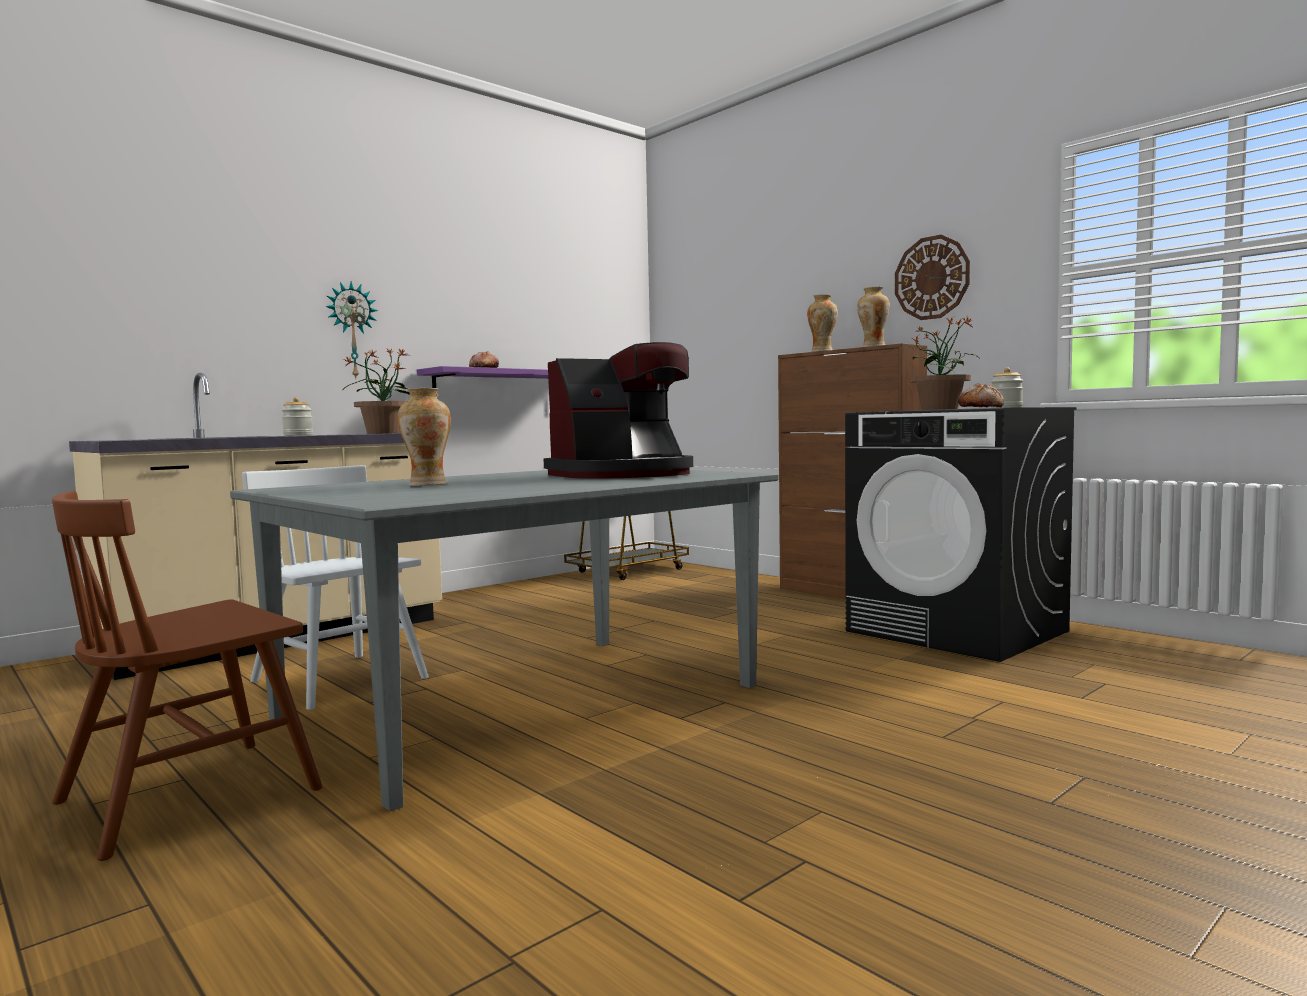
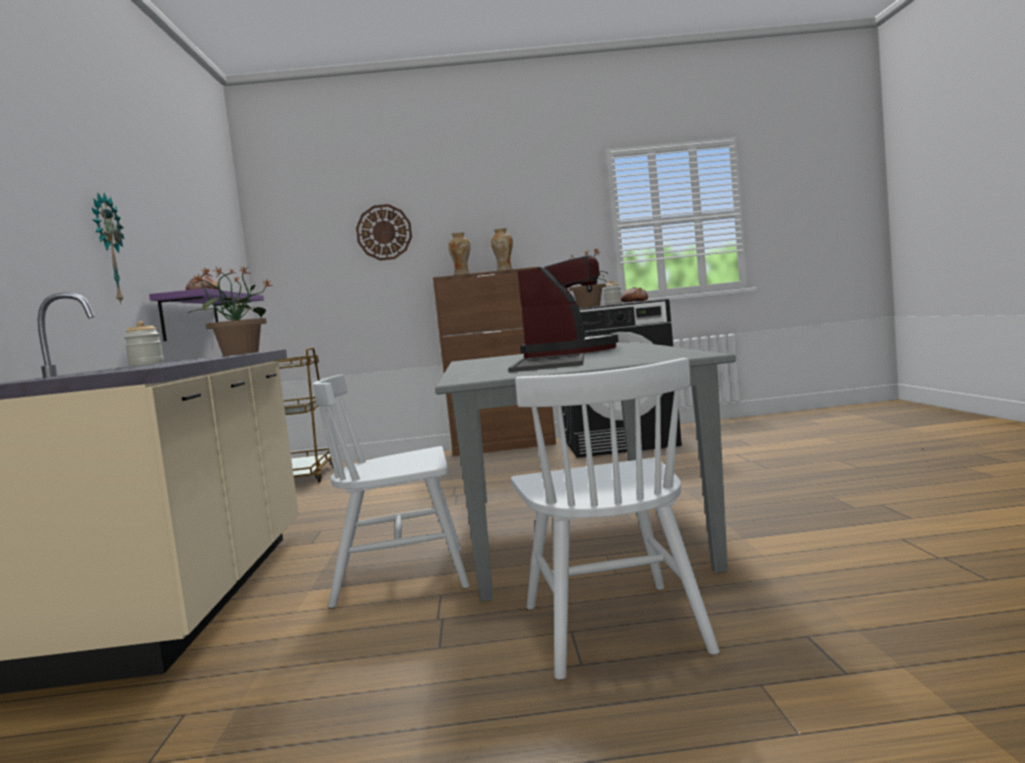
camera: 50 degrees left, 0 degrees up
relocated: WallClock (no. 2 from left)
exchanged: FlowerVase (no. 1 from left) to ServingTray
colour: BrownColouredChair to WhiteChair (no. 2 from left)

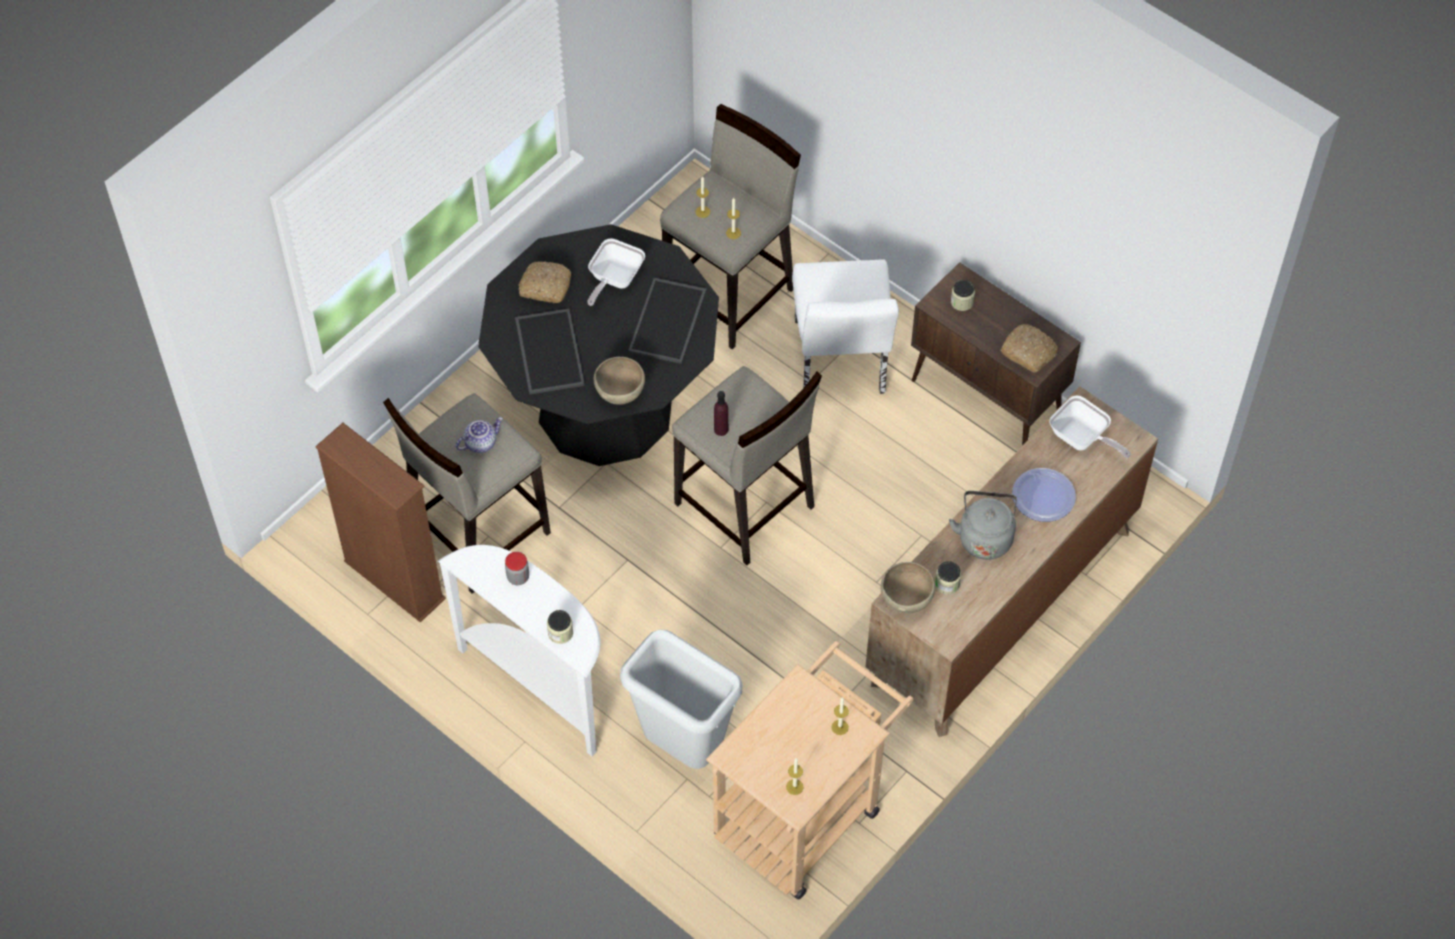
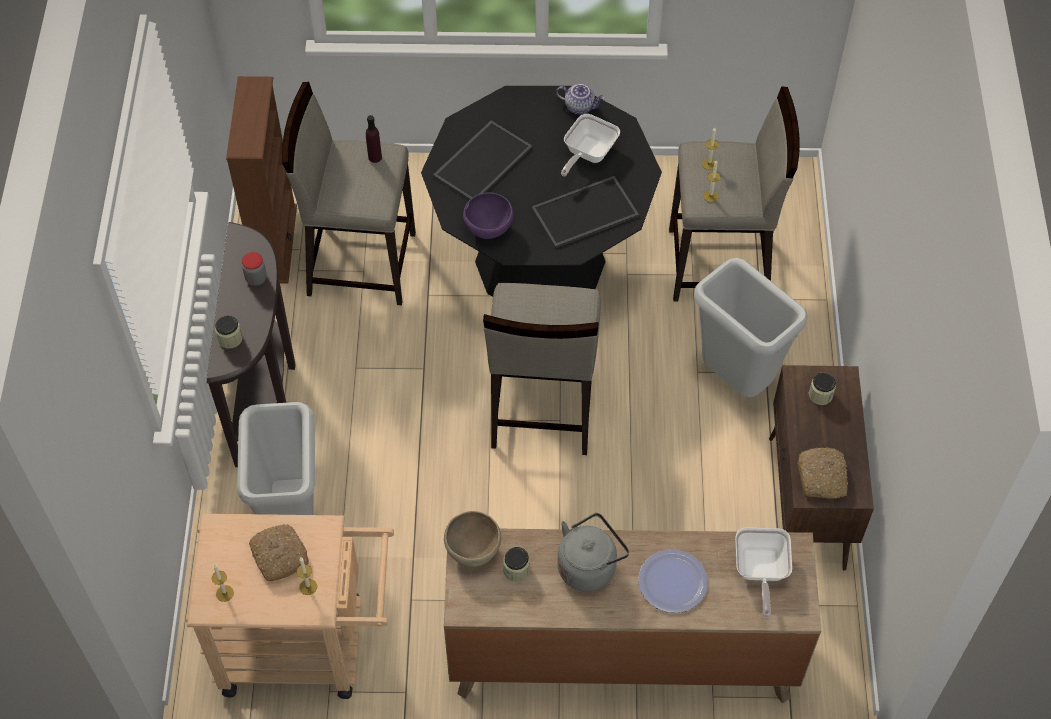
camera: 50 degrees right, 0 degrees up
relocated: Teapot; BakedBread (no. 1 from left); PurplishDrinkBottle
exchanged: WhiteChair to GreyishTrashCan (no. 2 from left)
colour: WhiteConsoleTable to BrownColouredConsoleTable; BrownColouredServingBowl (no. 1 from left) to PurplishServingBowl
spun: FryingPan (no. 1 from left) 45 degrees counterclockwise

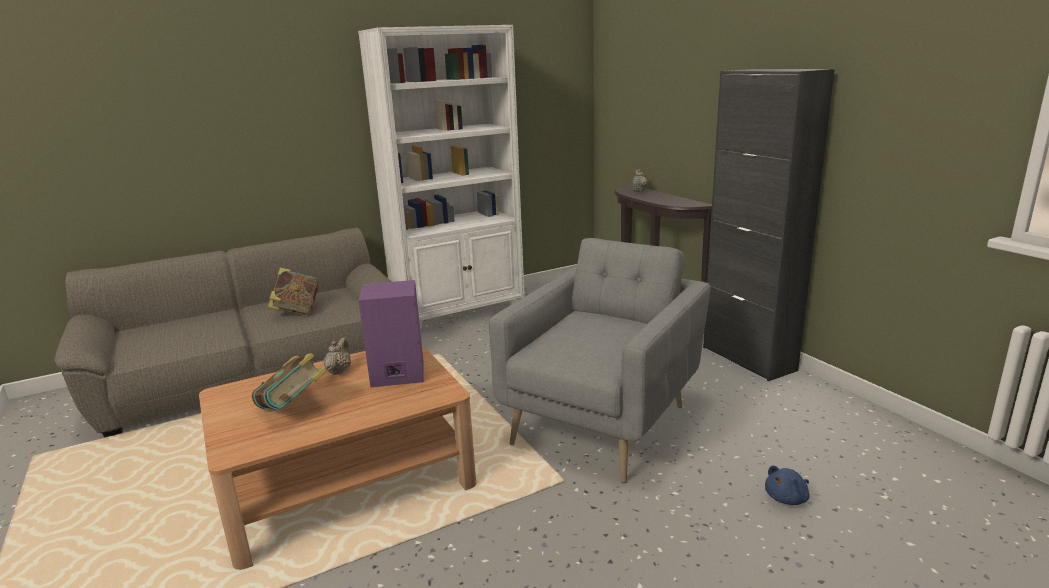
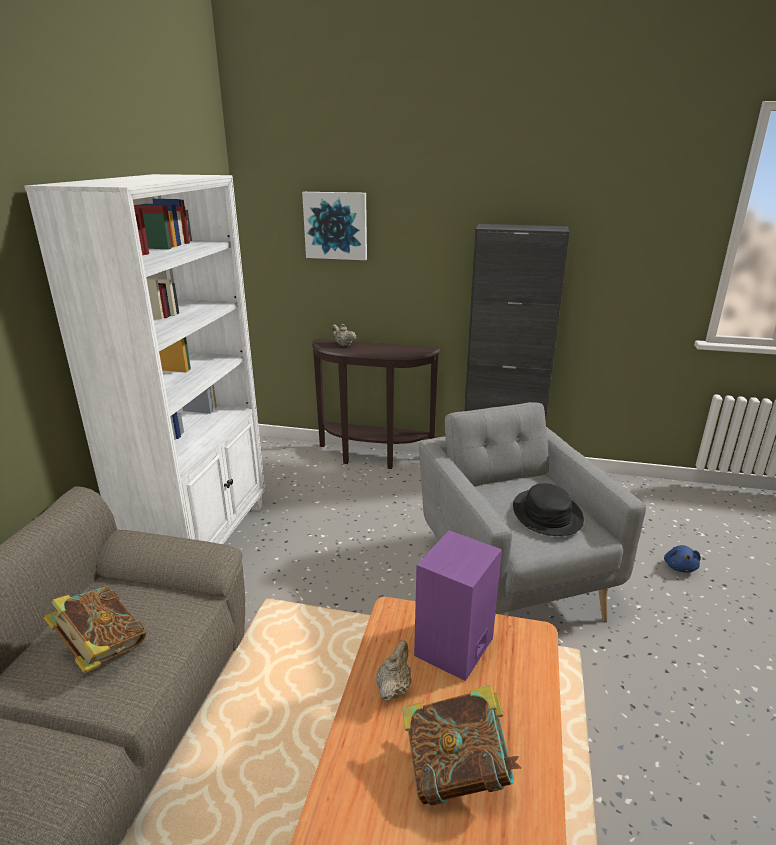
camera: 50 degrees left, 5 degrees up
appeared: Picture; BlackWearableHat
spun: SandColouredTeapot (no. 1 from left in the first image) 60 degrees clockwise

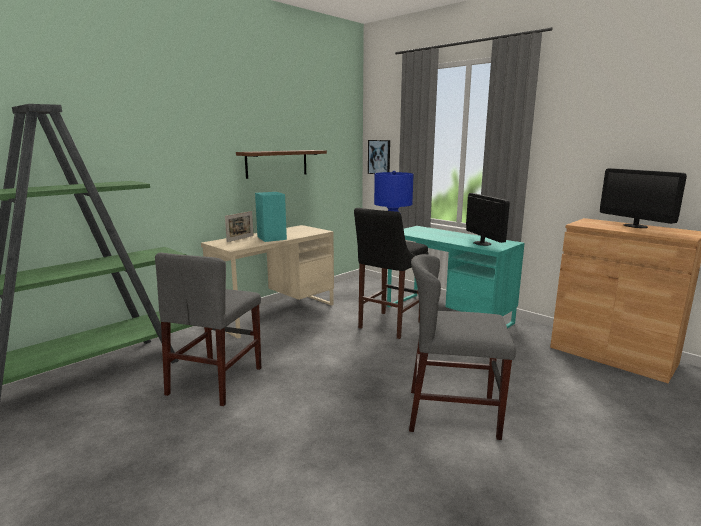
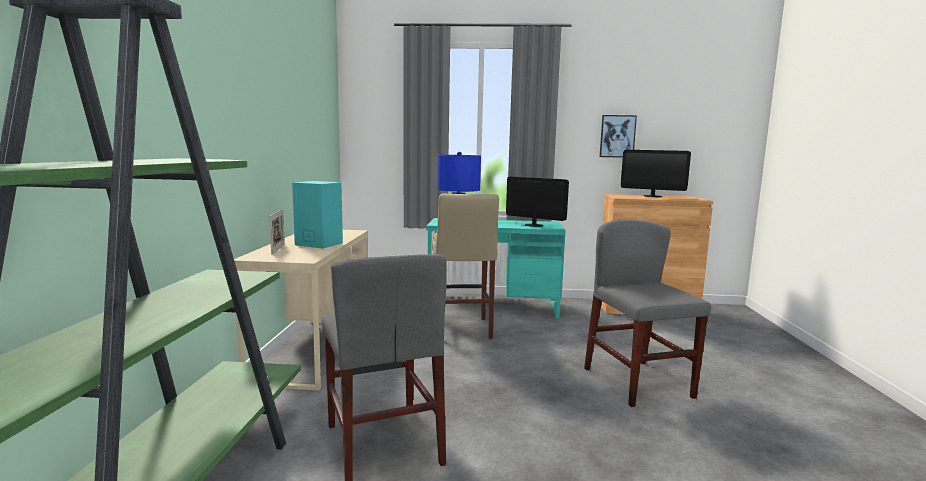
camera: 40 degrees left, 5 degrees down
missing: BrownColouredShelf
relocated: Picture
colour: BlackStoolSeat to SandColouredStoolSeat
spun: GreyishChair (no. 2 from left) 105 degrees clockwise

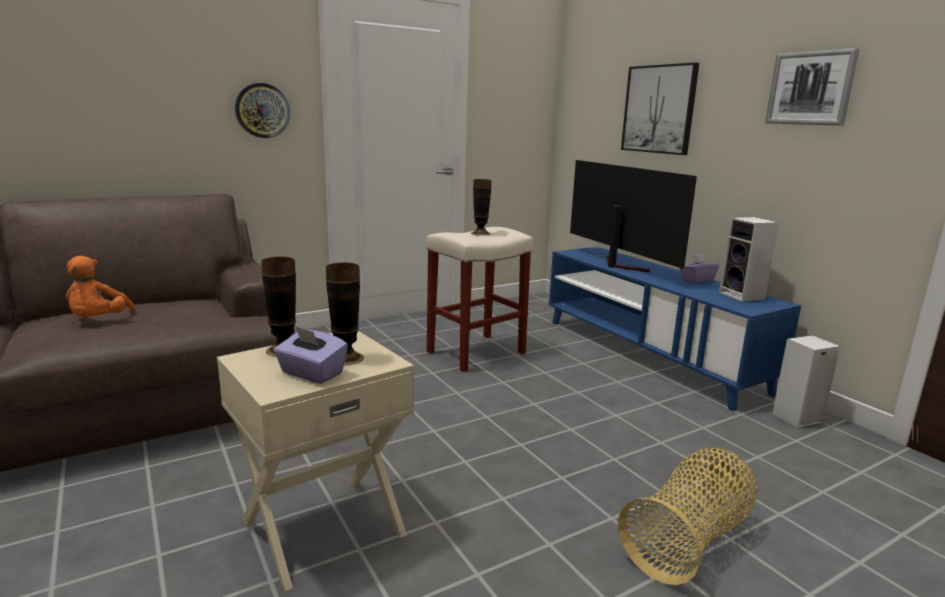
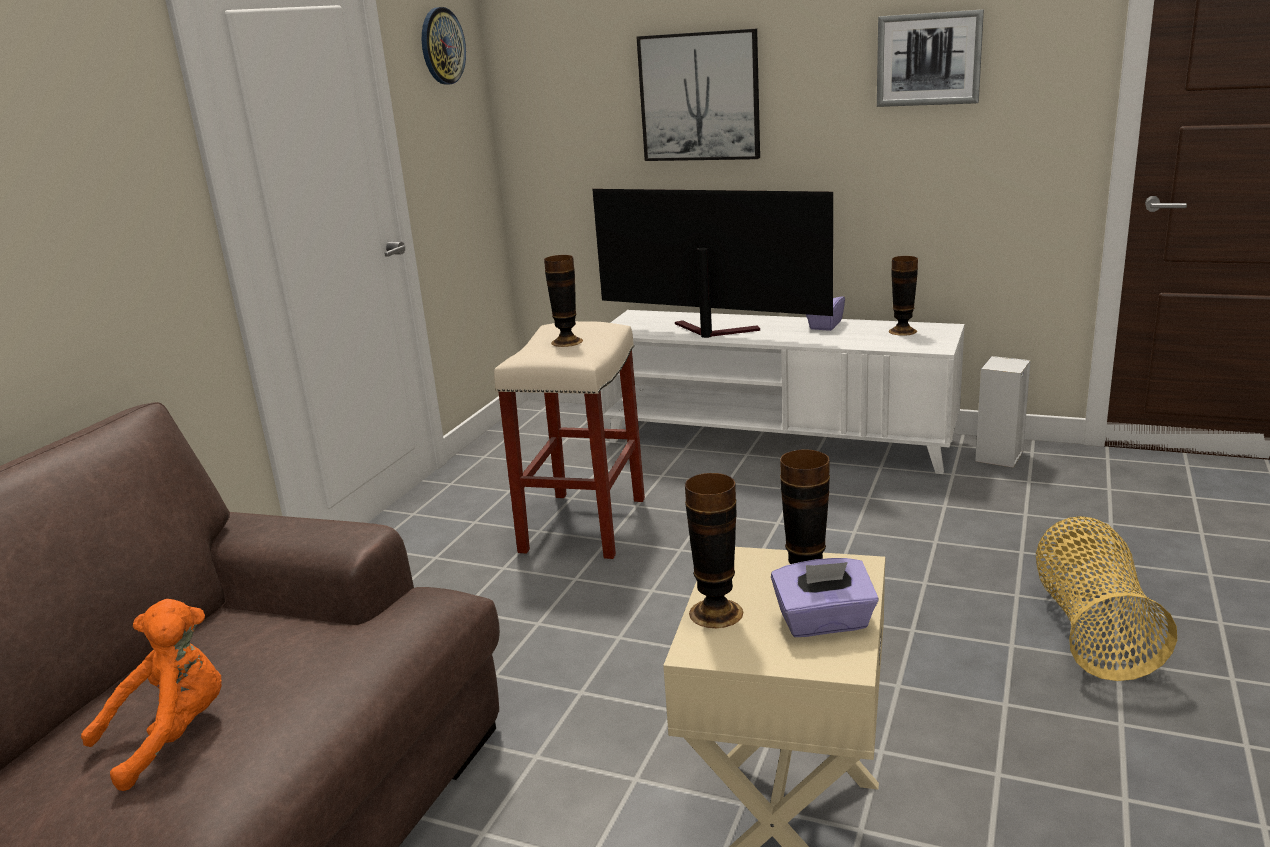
camera: 35 degrees left, 5 degrees up
relocated: WallClock
exchanged: Speaker (no. 1 from left) to FlowerVase (no. 4 from left)
colour: BlueTvStand to WhiteTvStand
spun: OrangeColouredPlushToy 90 degrees counterclockwise

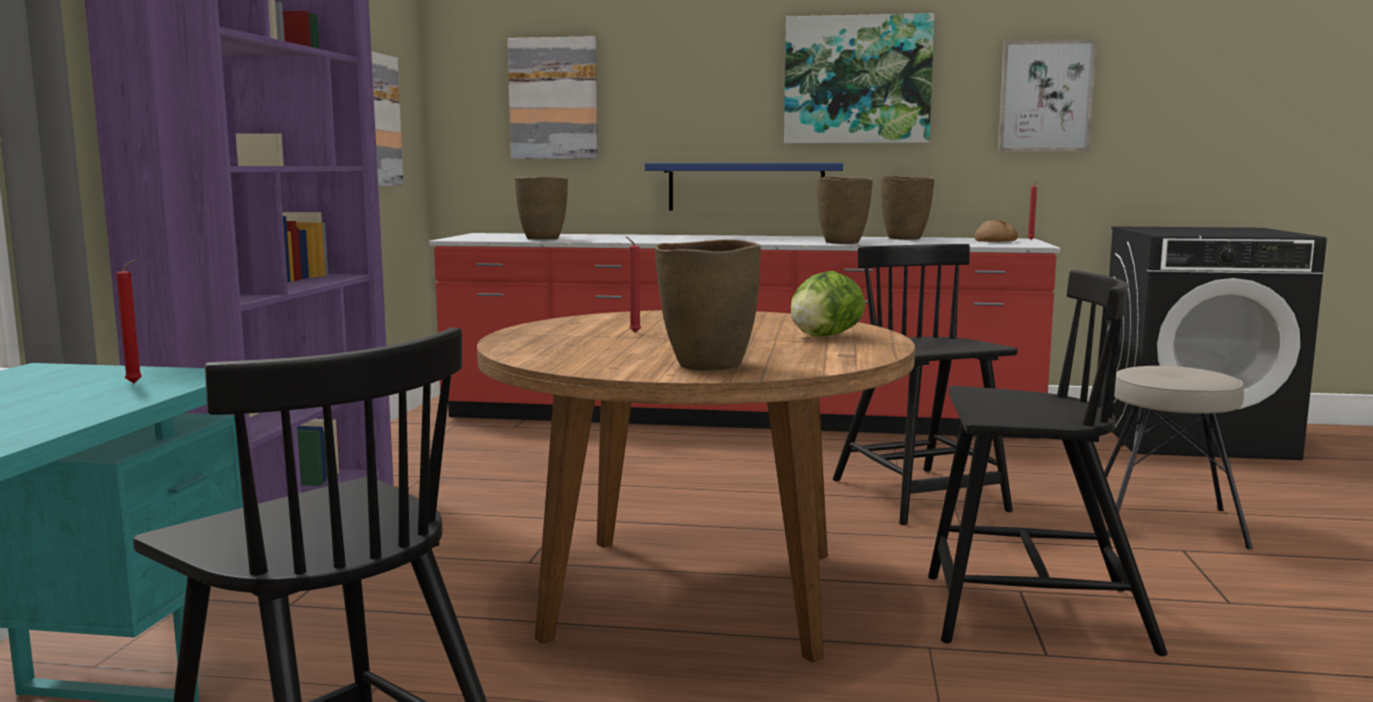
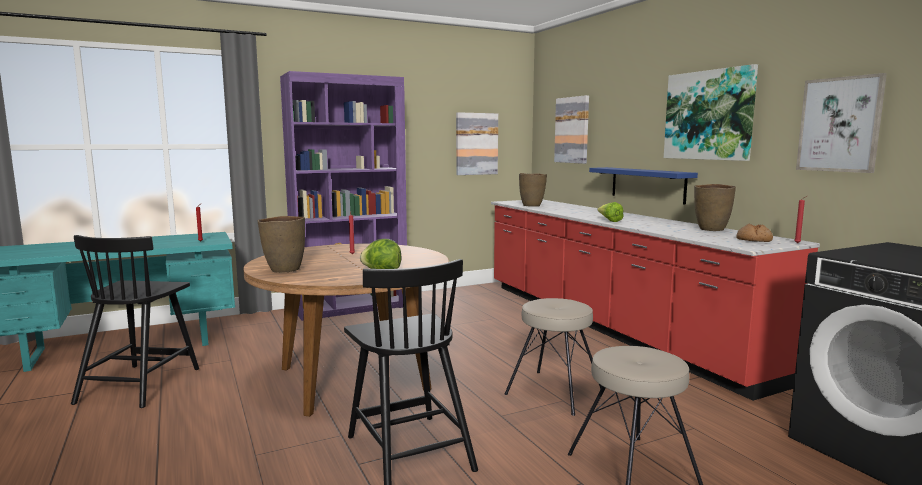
camera: 55 degrees right, 0 degrees up
missing: BrownColouredFlowerVase (no. 3 from left)
appeared: LettuceHead (no. 2 from left)
exchanged: BlackChair (no. 2 from left) to SandColouredStoolSeat (no. 1 from left)

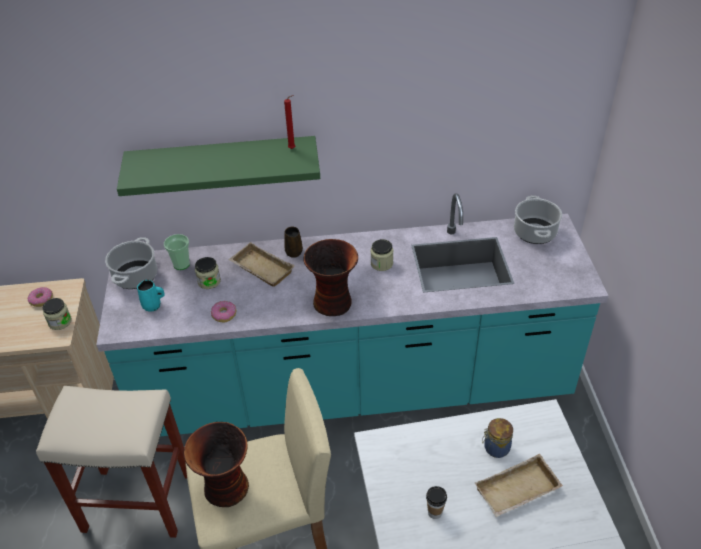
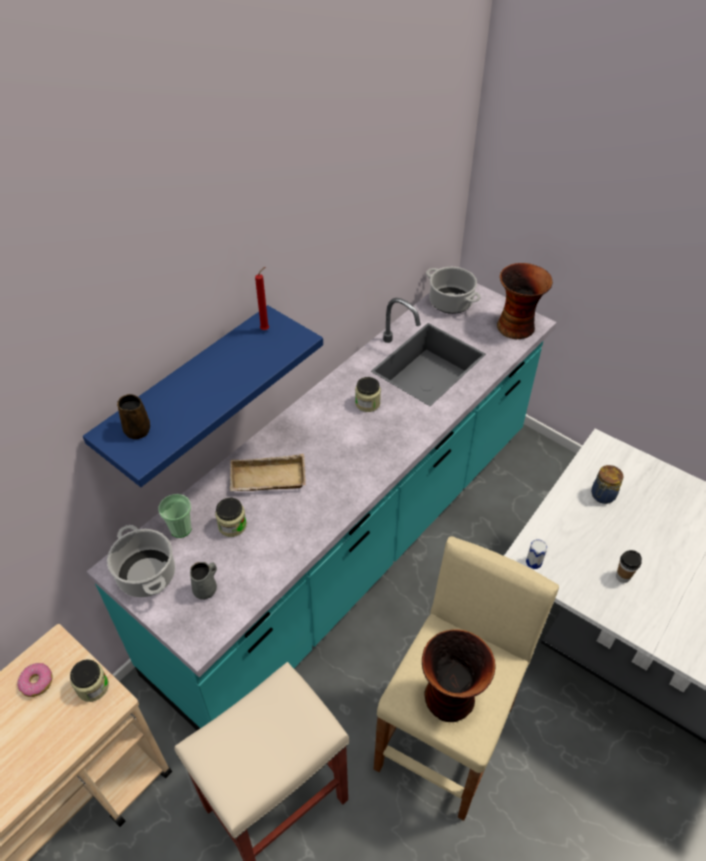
camera: 45 degrees left, 5 degrees up
missing: Donut (no. 2 from left); SandColouredServingTray (no. 2 from left)
appeared: MetalCan
relocated: BrownColouredMug; FlowerVase (no. 2 from left)
colour: GreenColouredShelf to BlueShelf; BlueGreenMug to GreyishMug

